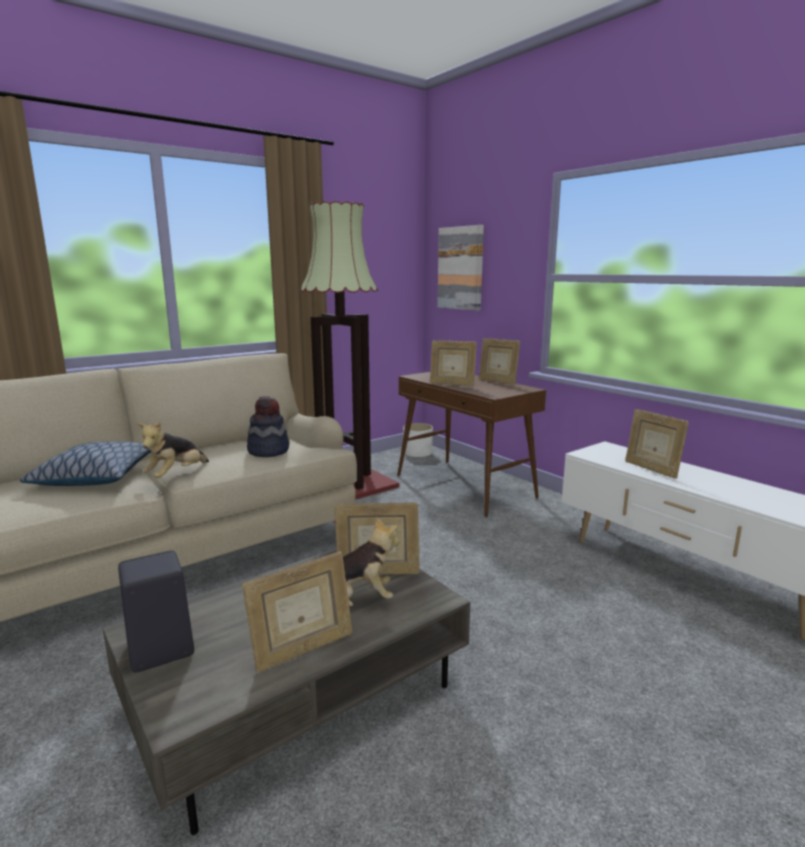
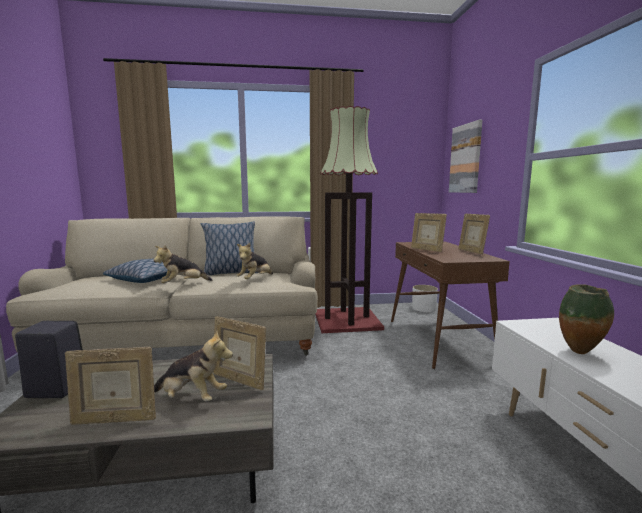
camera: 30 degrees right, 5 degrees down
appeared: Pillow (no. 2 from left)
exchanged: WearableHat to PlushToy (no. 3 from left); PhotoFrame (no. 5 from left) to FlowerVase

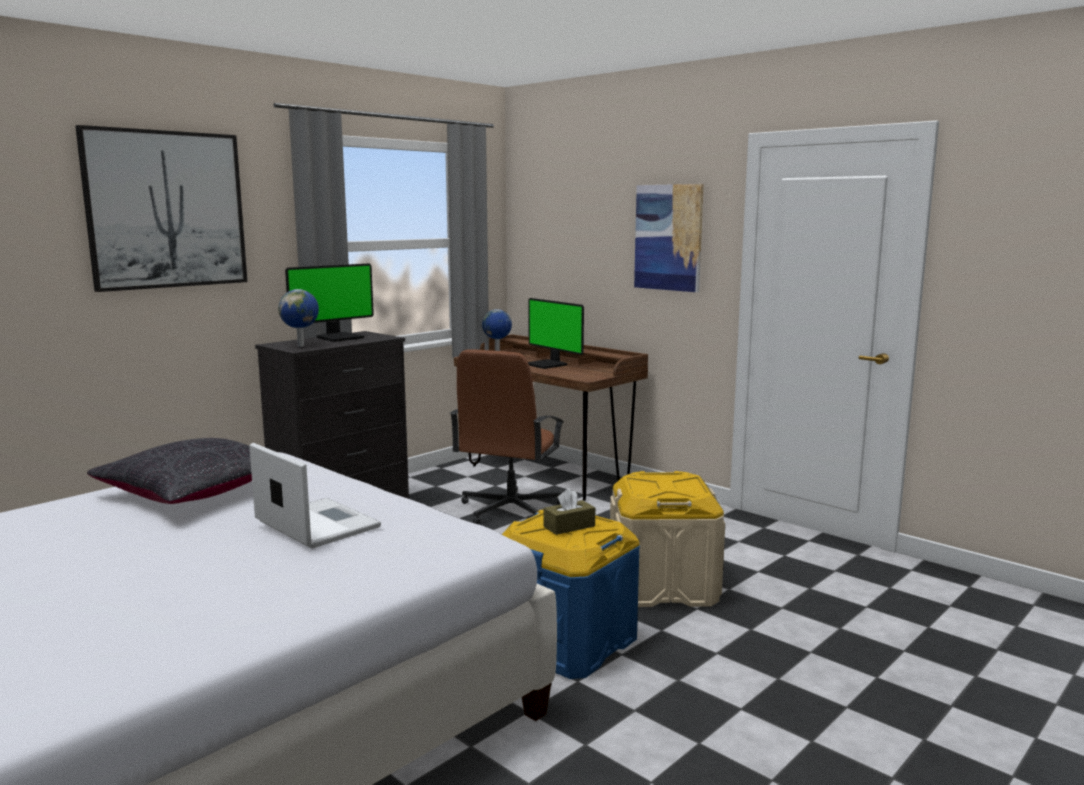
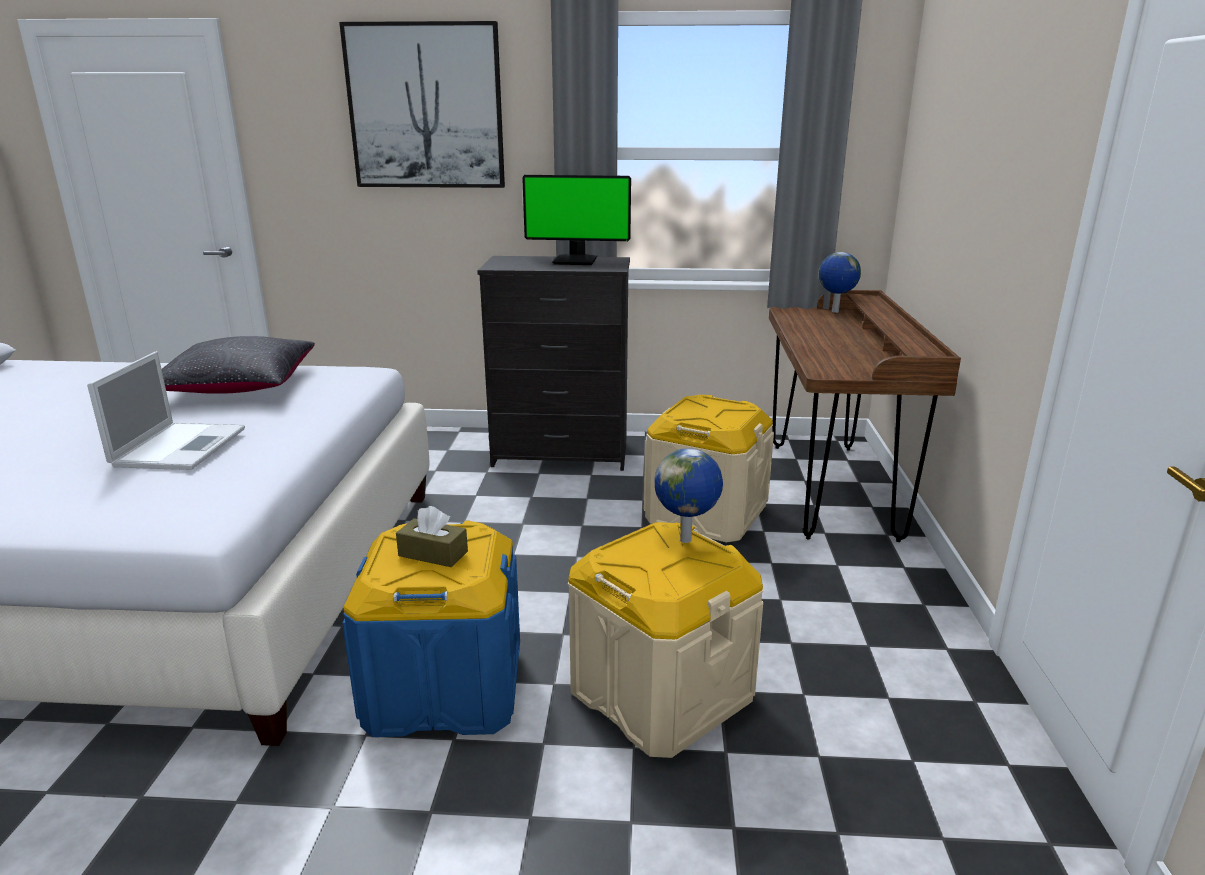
camera: 50 degrees right, 10 degrees up
missing: ComputerDisplay (no. 2 from left); Picture (no. 2 from left)
relocated: Globe (no. 1 from left)
exchanged: BrownColouredOfficeChair to SandColouredStorageBin (no. 2 from left)

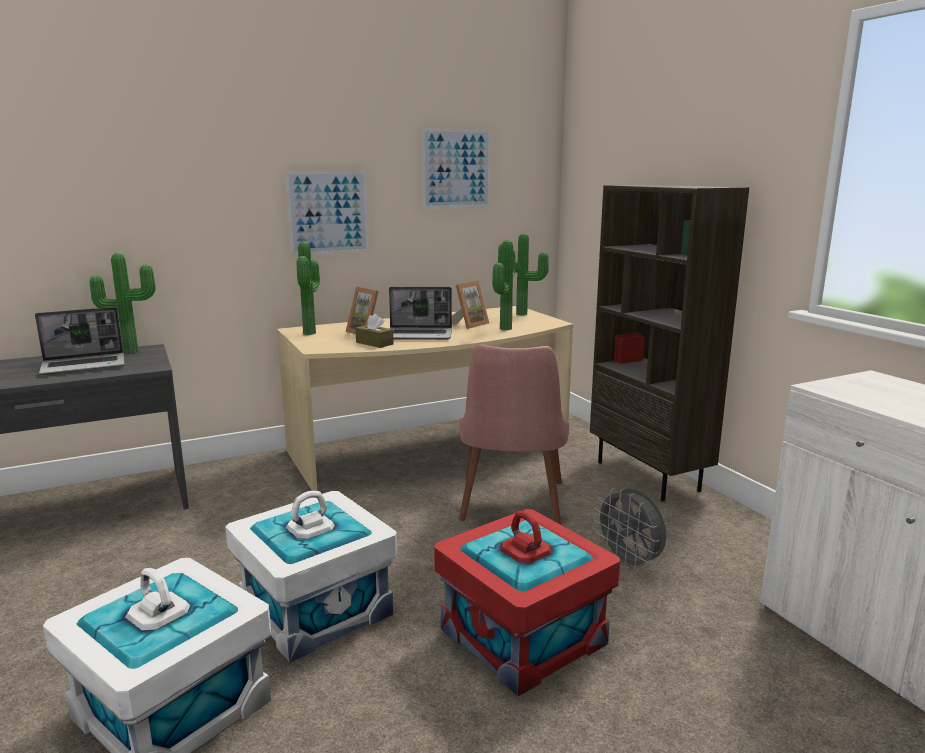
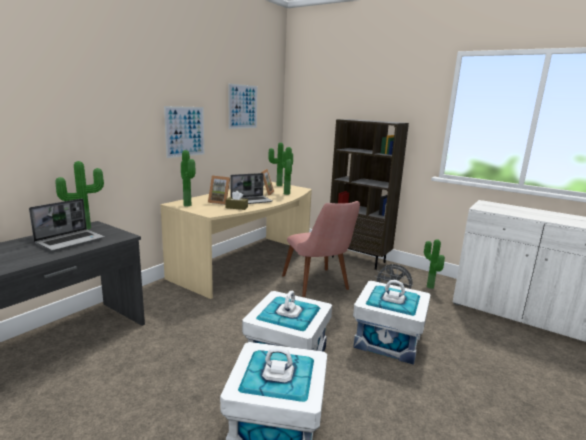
camera: 30 degrees left, 0 degrees up
appeared: PottedPlant (no. 5 from left)
colour: RedColouredStorageBin to WhiteStorageBin (no. 3 from left)

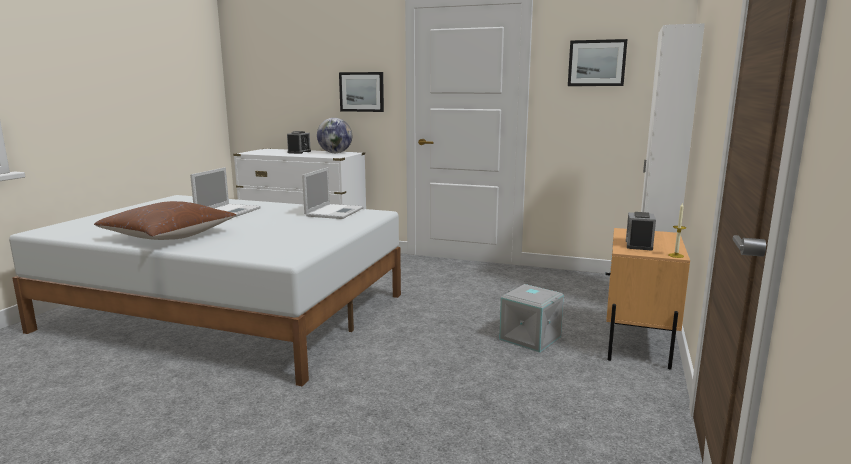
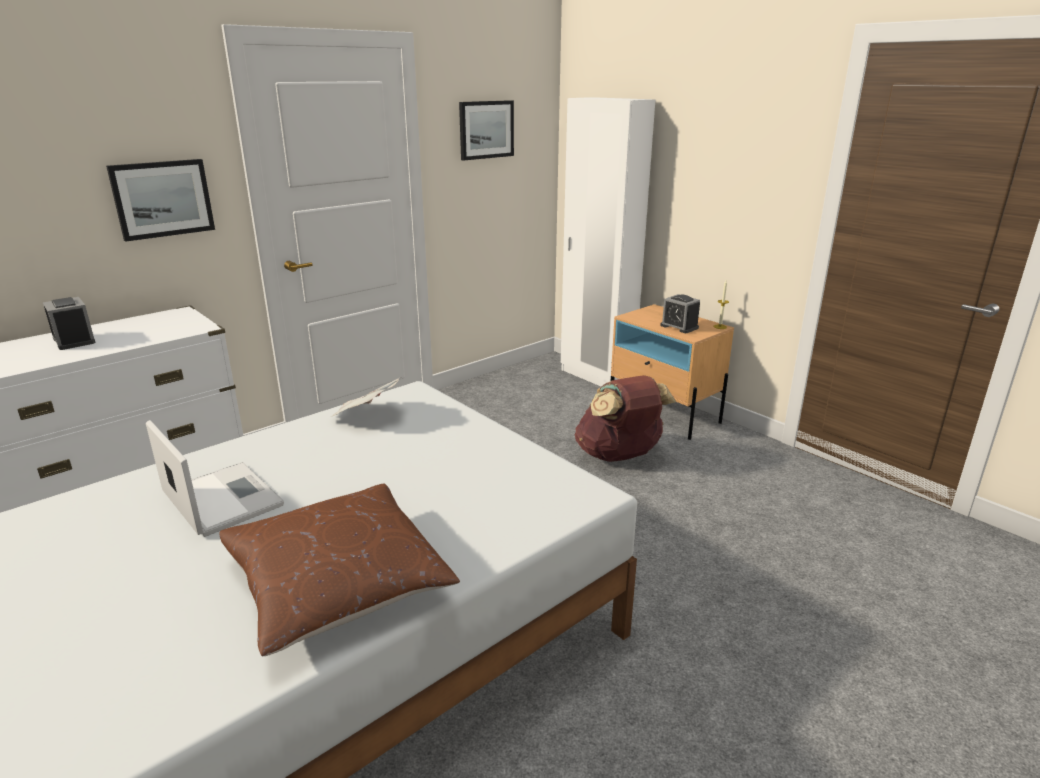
camera: 60 degrees left, 10 degrees up
missing: Globe
exchanged: PortableComputer (no. 2 from left) to DailyPaper; GreyishStorageBin to BrownColouredKnapsack

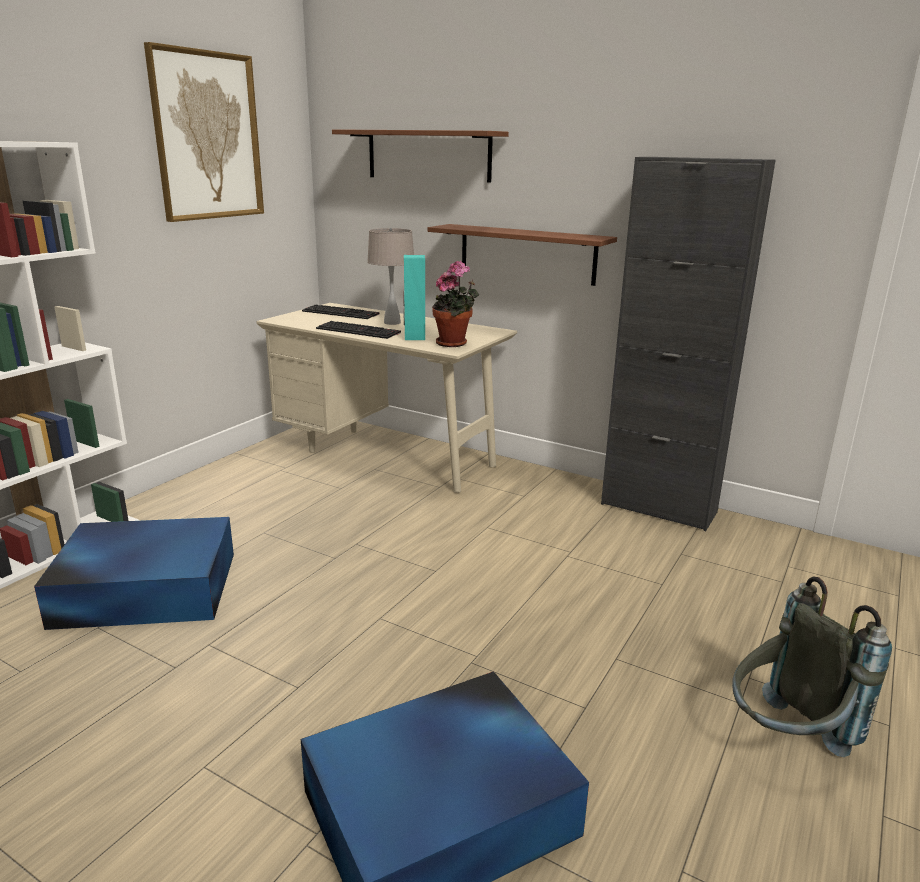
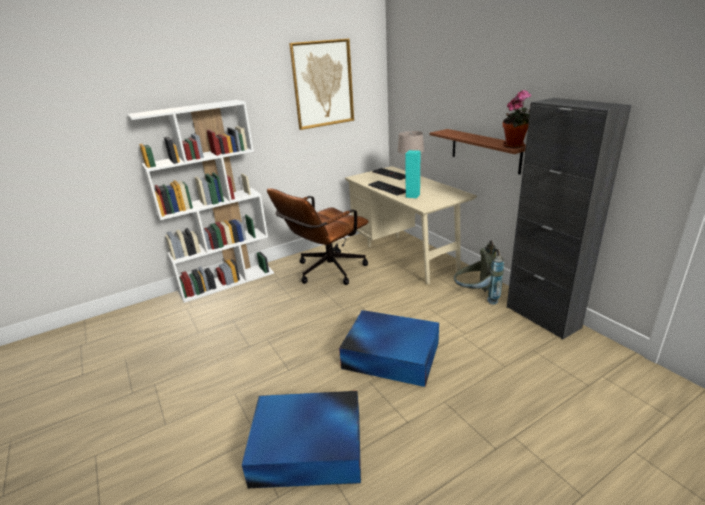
camera: 30 degrees right, 5 degrees up
missing: BrownColouredShelf (no. 1 from left)
appeared: BrownColouredOfficeChair
relocated: BlueStorageBin (no. 1 from left in the first image) to BlueStorageBin (no. 2 from left); PottedPlant; GreyishKnapsack

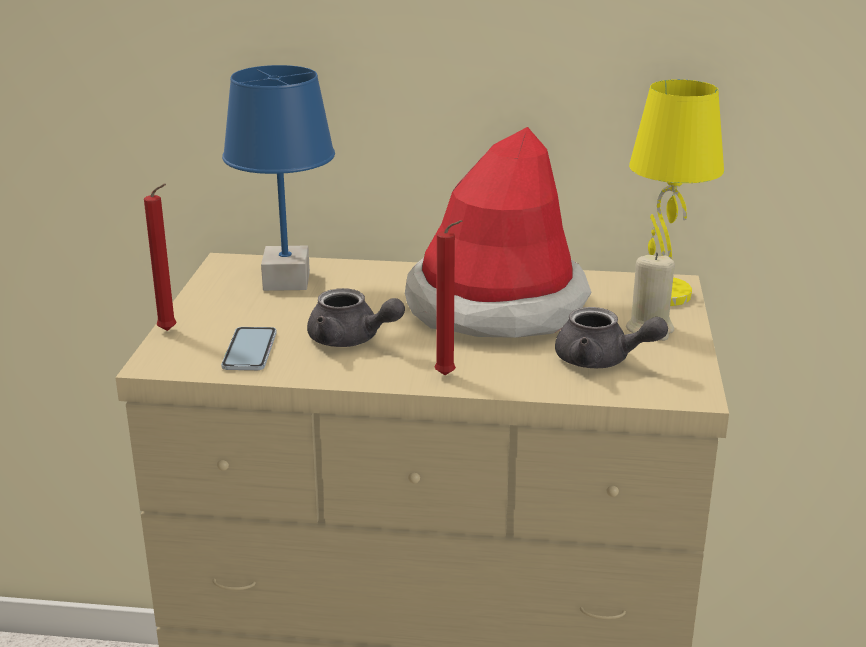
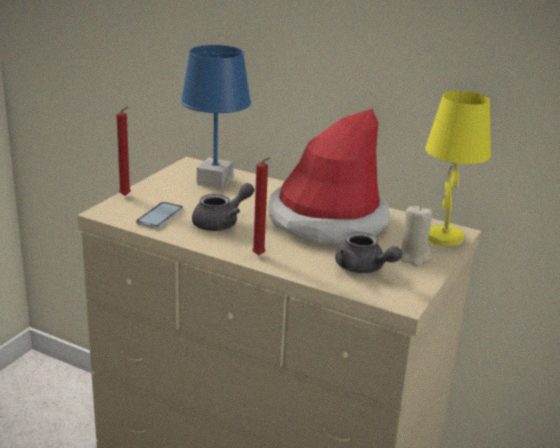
camera: 20 degrees right, 0 degrees up
spun: GreyishTeapot (no. 1 from left) 90 degrees counterclockwise

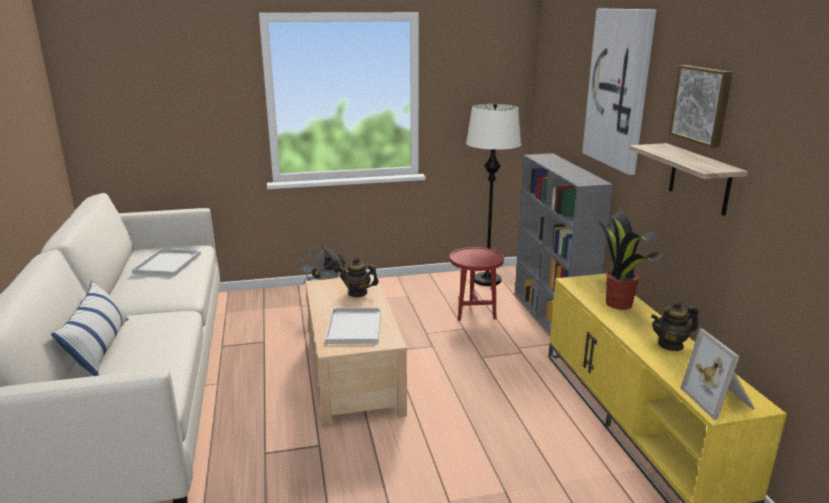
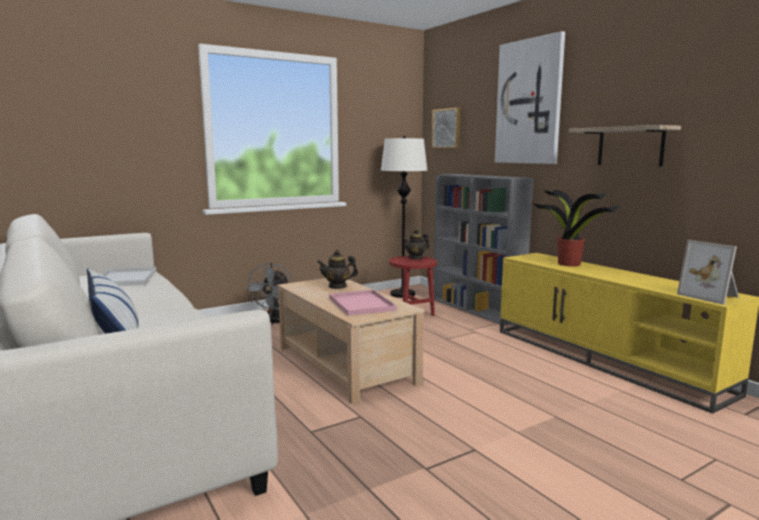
camera: 20 degrees left, 10 degrees down
relocated: Teapot (no. 2 from left); Picture (no. 2 from left in the first image) to Picture (no. 1 from left)
colour: WhiteServingTray (no. 2 from left) to PinkColouredServingTray

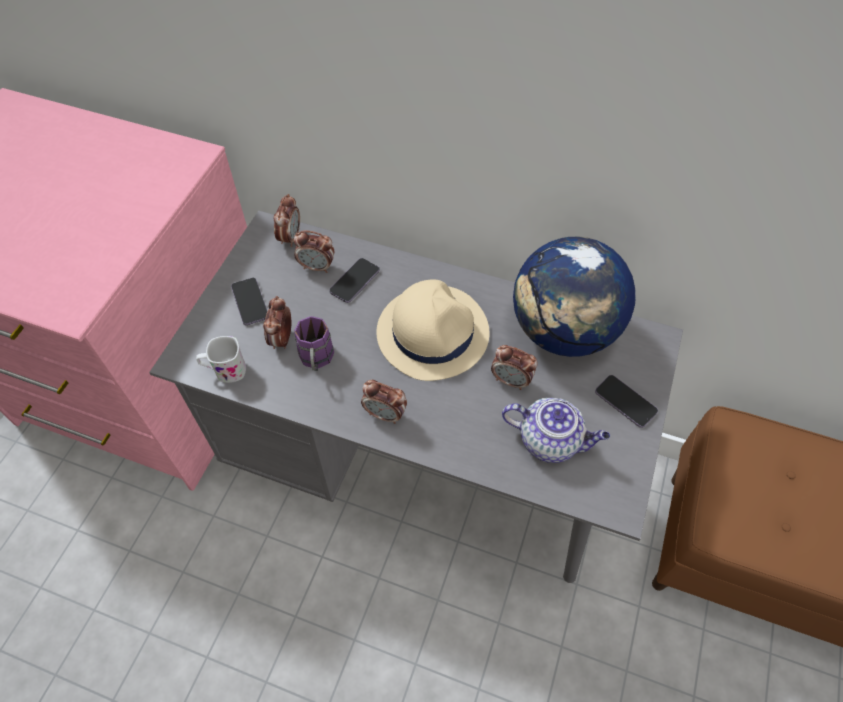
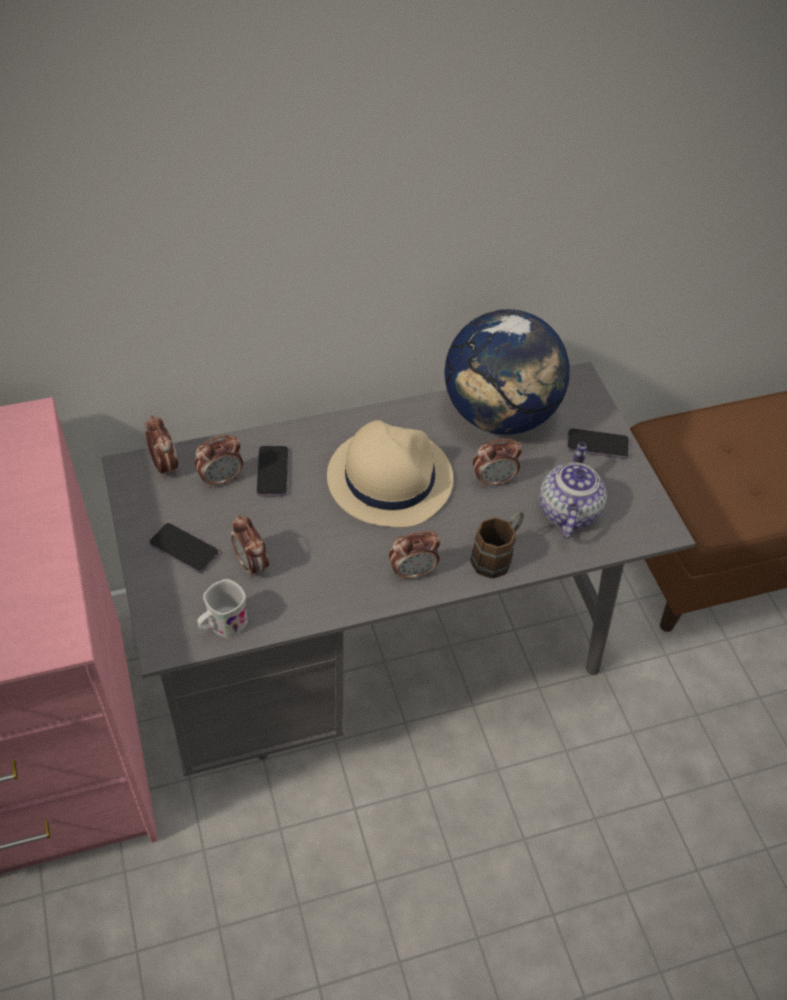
camera: 40 degrees left, 5 degrees down
missing: PurplishMug
appeared: BrownColouredMug
spun: Teapot 60 degrees counterclockwise

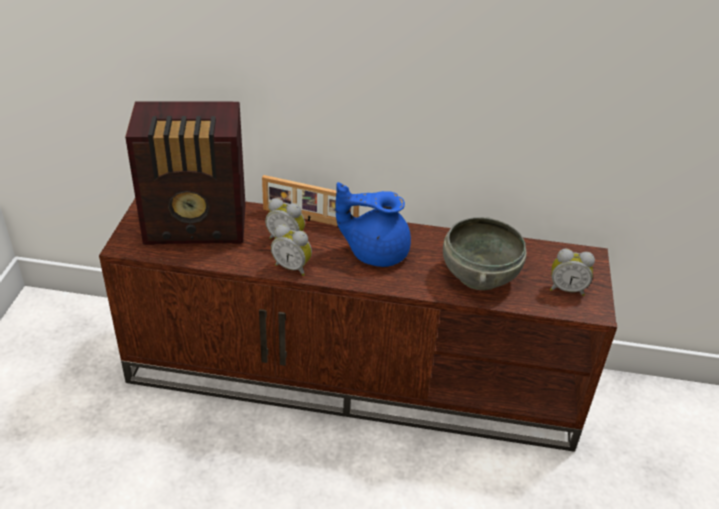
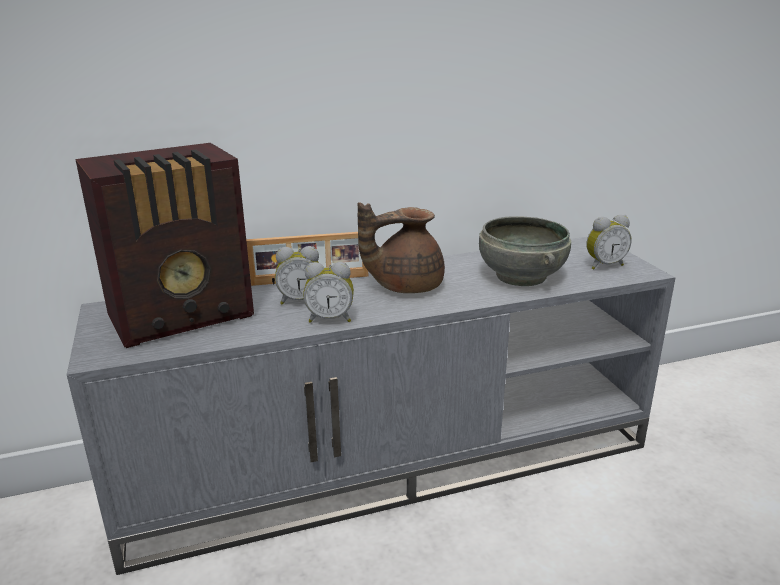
camera: 25 degrees left, 15 degrees down
colour: BrownColouredTvStand to GreyishTvStand; BlueTeapot to BrownColouredTeapot

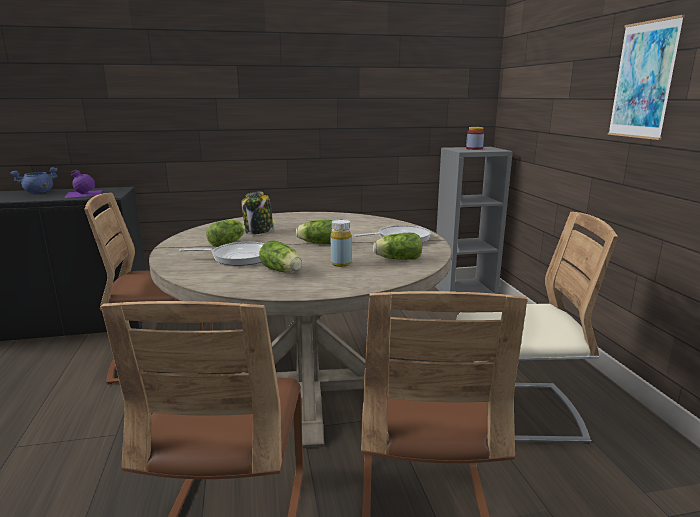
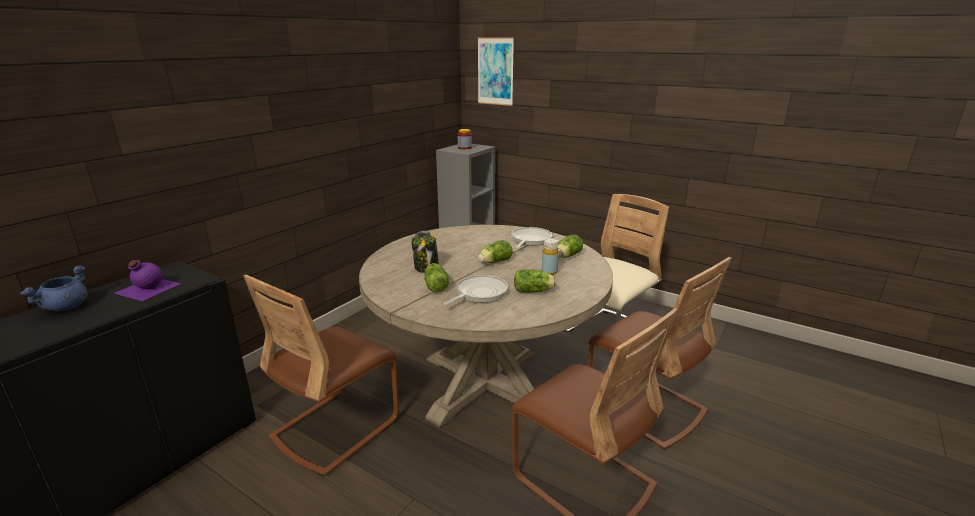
camera: 45 degrees left, 5 degrees up
relocated: Picture

